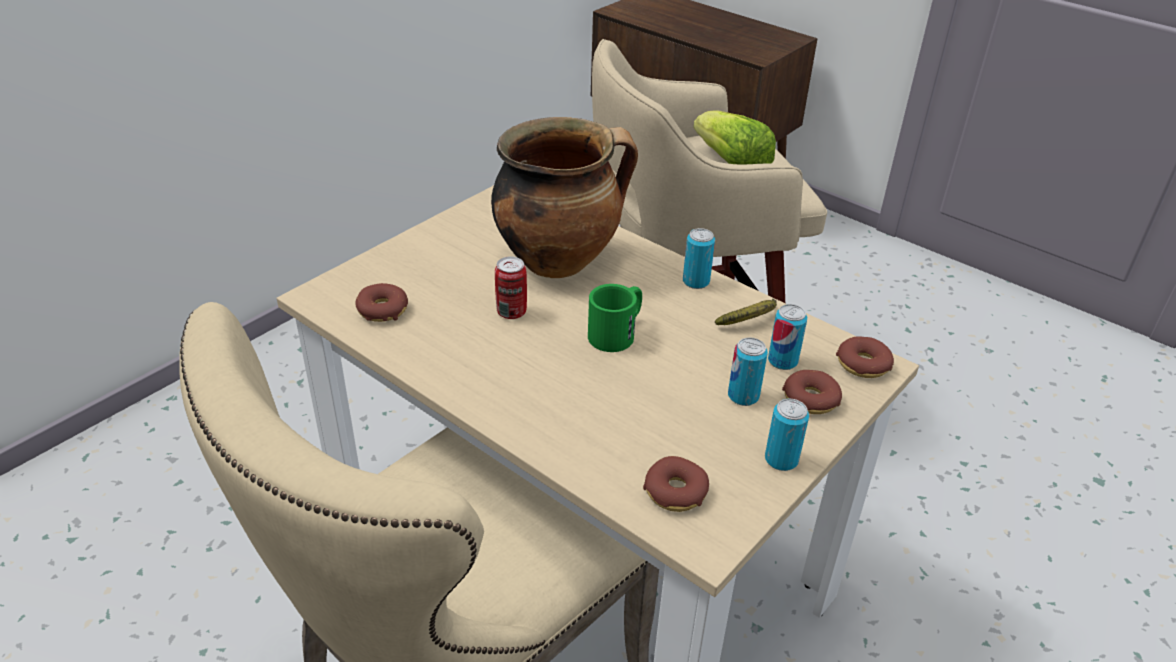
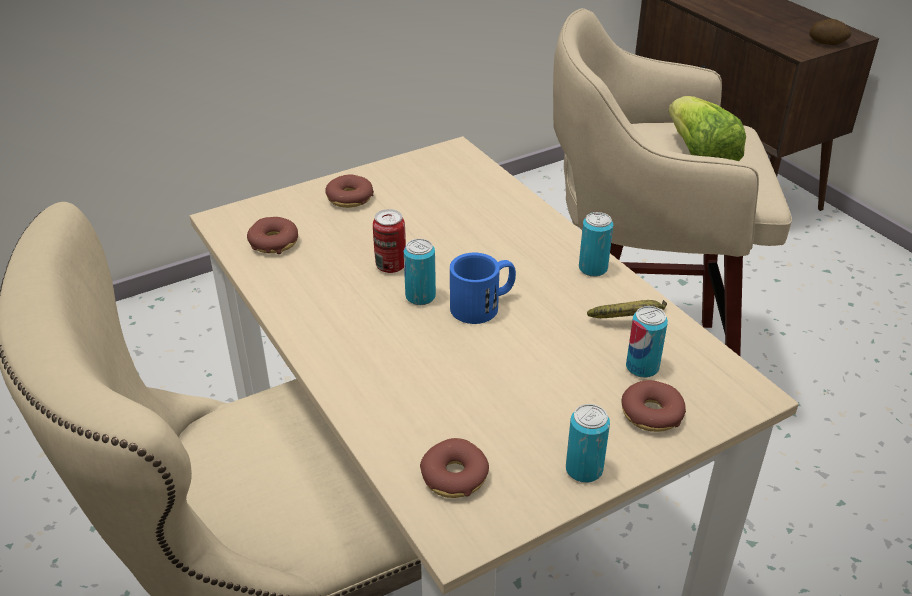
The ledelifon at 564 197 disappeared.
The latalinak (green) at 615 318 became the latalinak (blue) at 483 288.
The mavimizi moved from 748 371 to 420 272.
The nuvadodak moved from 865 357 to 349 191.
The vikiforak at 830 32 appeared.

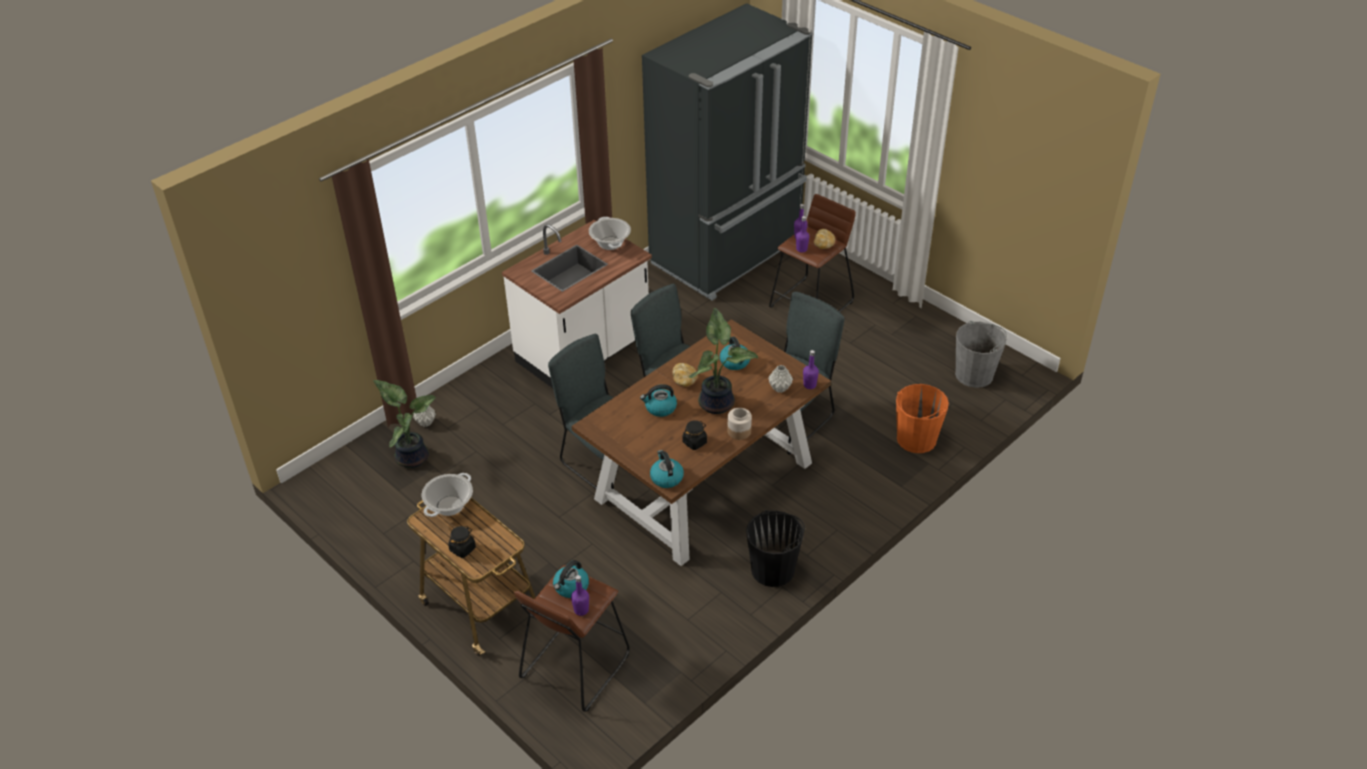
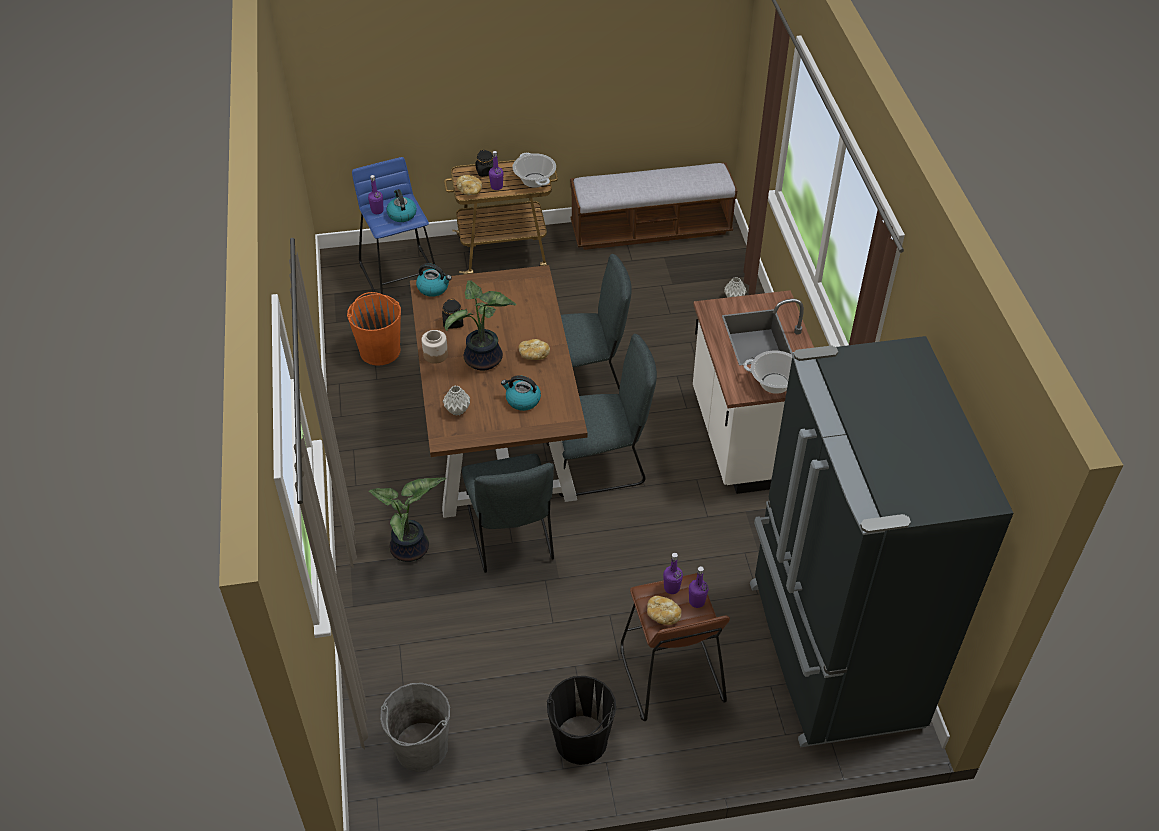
The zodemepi moved from 404 424 to 407 519.
The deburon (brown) at 572 638 became the deburon (blue) at 393 225.
The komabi at 658 400 disappeared.
The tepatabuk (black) moved from 775 548 to 581 720.
The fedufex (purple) moved from 811 369 to 496 170.
The tepatabuk (orange) moved from 922 418 to 374 329.
The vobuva at 469 185 appeared.
The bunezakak at 653 206 appeared.

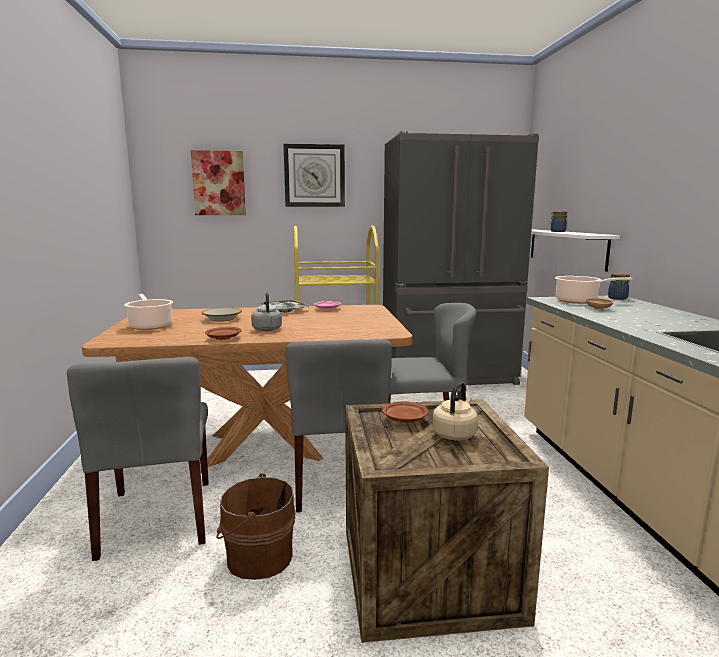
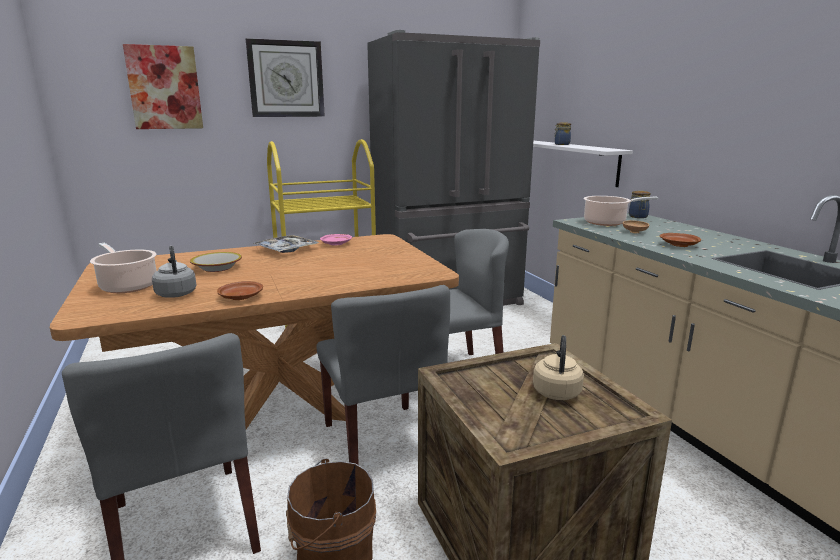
The komabi (grey) moved from 266 311 to 174 272.
The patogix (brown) moved from 405 412 to 680 240.

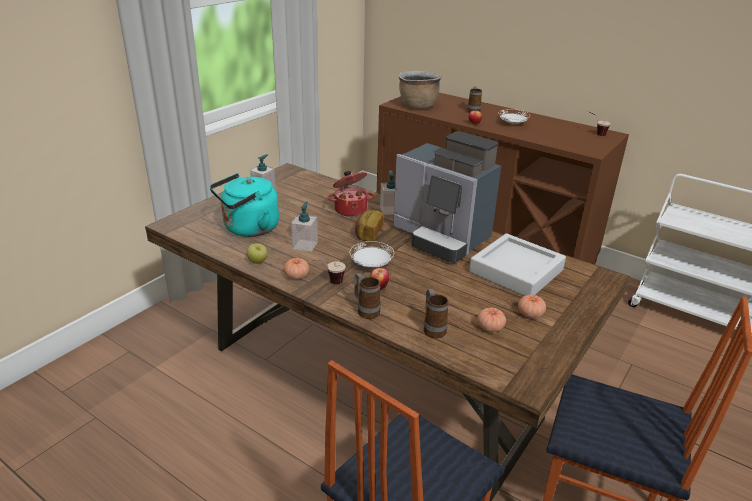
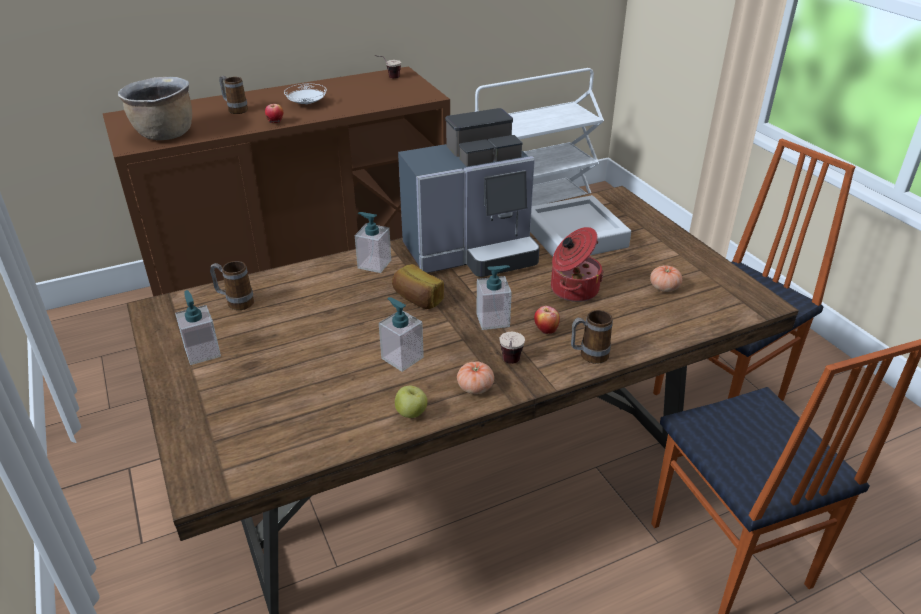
The komabi (turquoise) at 244 205 disappeared.
The ledelifon moved from 351 194 to 577 264.
The patogix (white) at 372 254 was replaced by the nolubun at 494 297.
The latalinak moved from 436 313 to 232 285.
The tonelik at 532 306 disappeared.

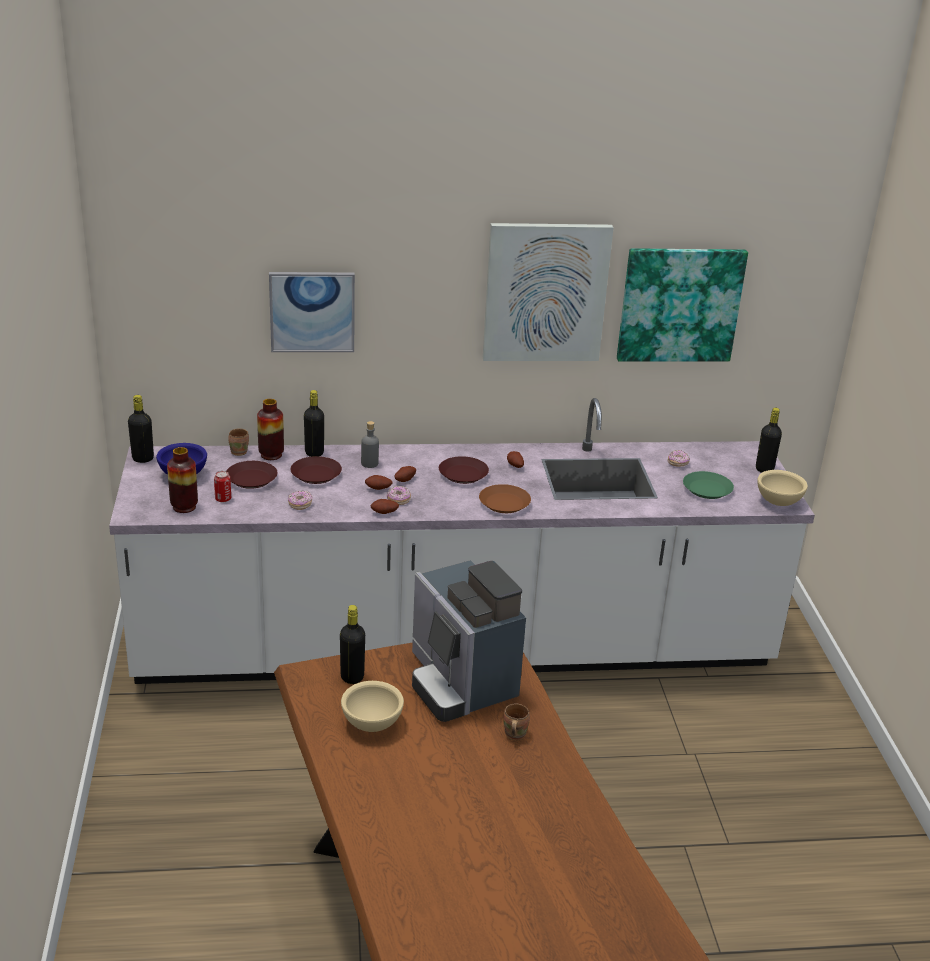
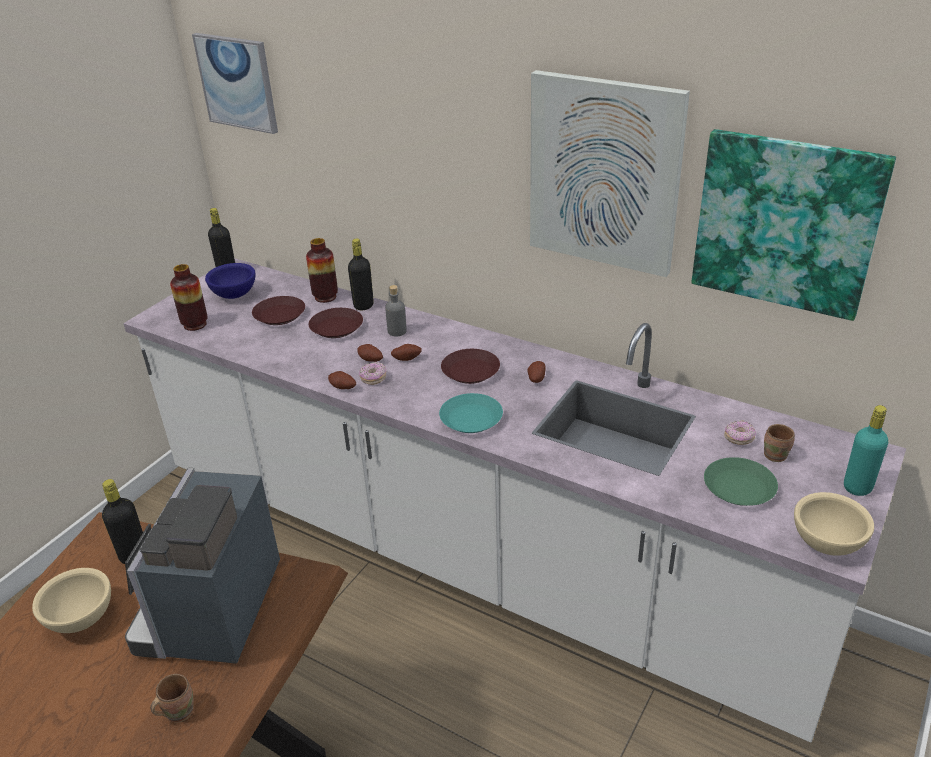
The mavimizi at 222 486 disappeared.
The latalinak (brown) moved from 238 442 to 779 443.
The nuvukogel moved from 312 312 to 235 83.
The nuvadodak at 300 500 disappeared.
The patogix (brown) at 505 498 became the patogix (turquoise) at 471 413.
The fedufex (black) at 769 440 became the fedufex (turquoise) at 866 450.

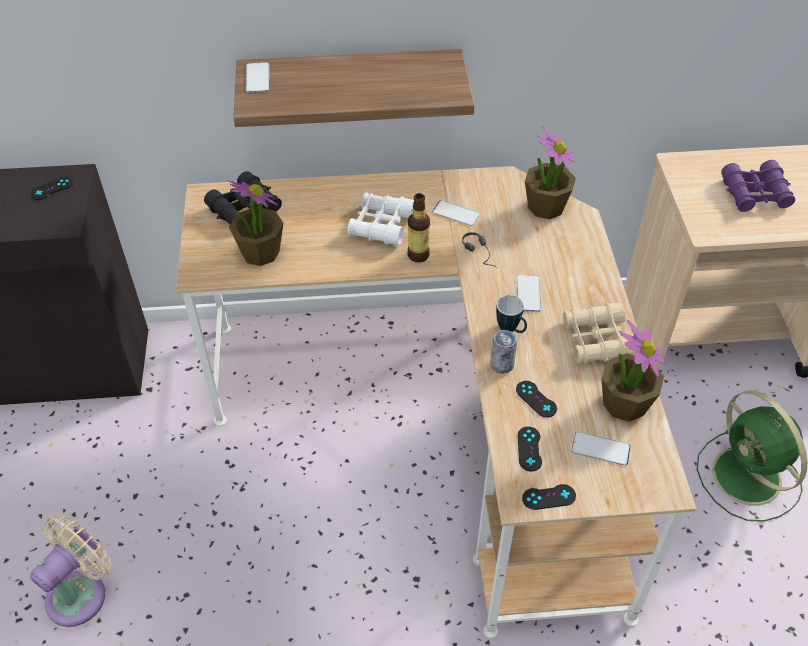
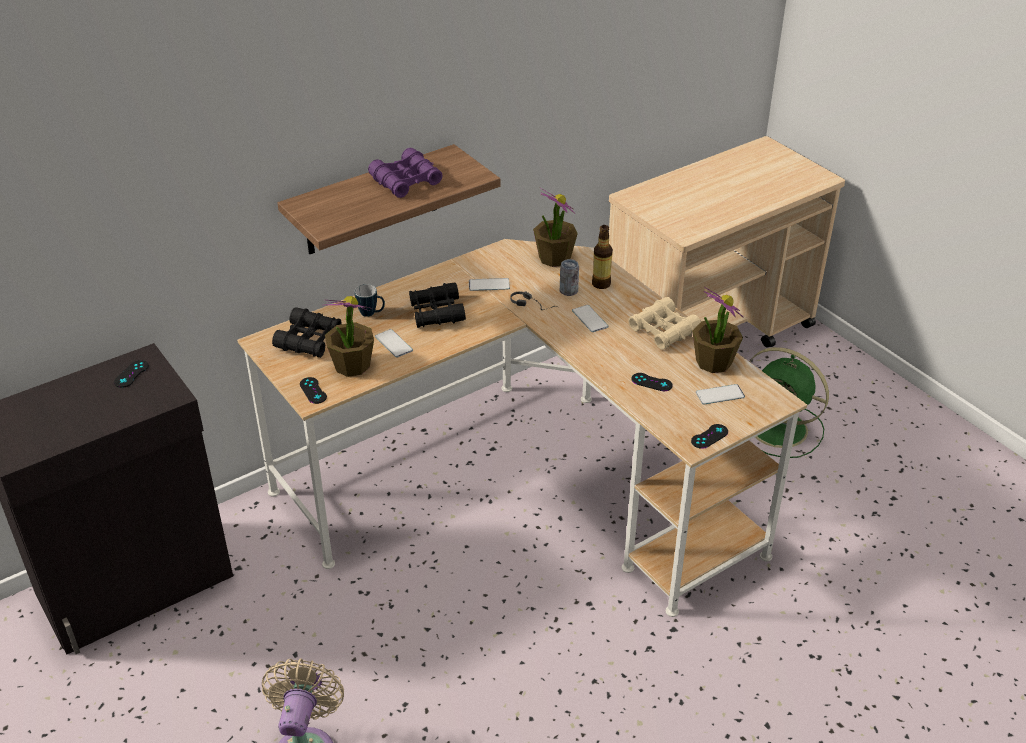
The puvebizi moved from 257 77 to 394 343.
The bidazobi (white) at 380 219 became the bidazobi (black) at 437 305.
The fedufex moved from 418 227 to 602 257.
The mavimizi moved from 503 352 to 569 277.
The latalinak moved from 511 314 to 370 300.
The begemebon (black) moved from 530 449 to 313 390.
The bidazobi (purple) moved from 758 186 to 405 173.

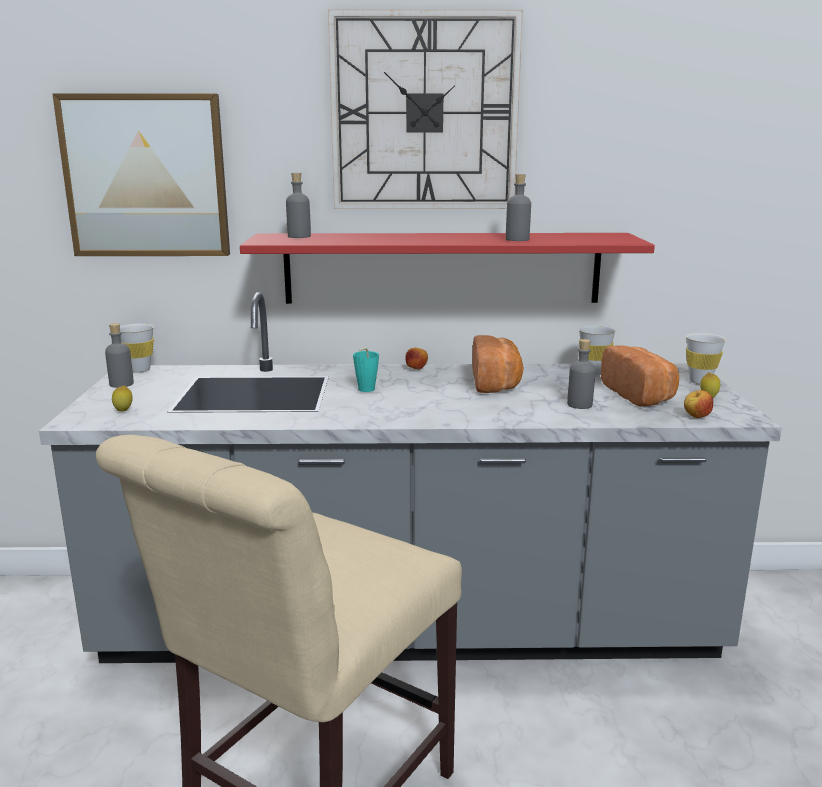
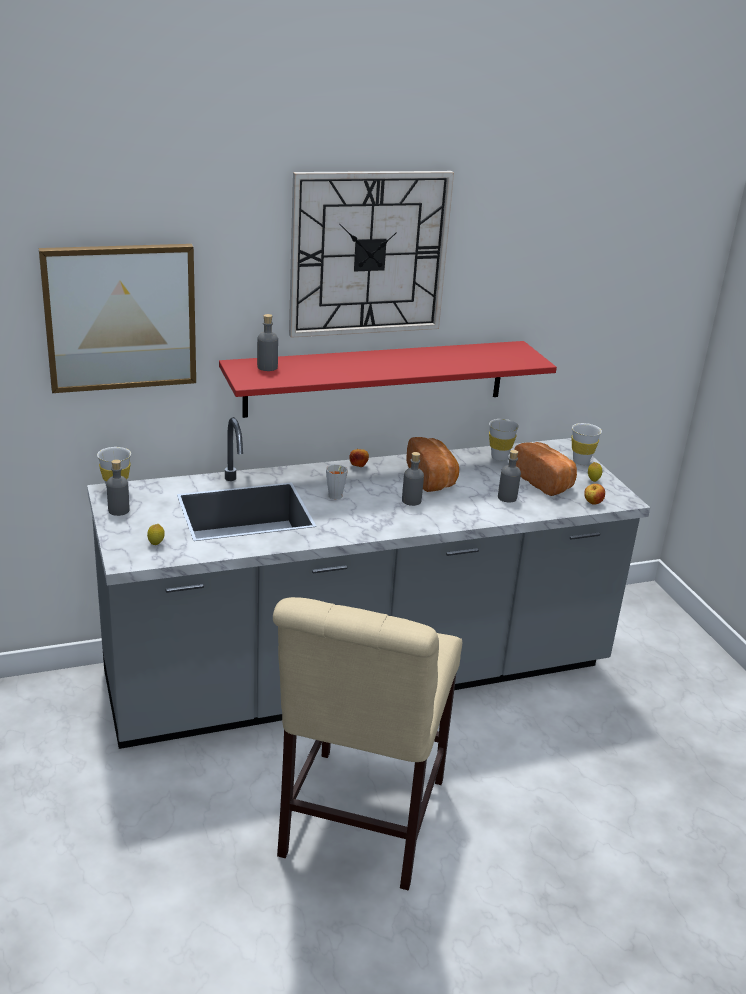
The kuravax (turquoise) at 366 370 became the kuravax (grey) at 337 481.
The fedufex (grey) moved from 518 207 to 413 479.

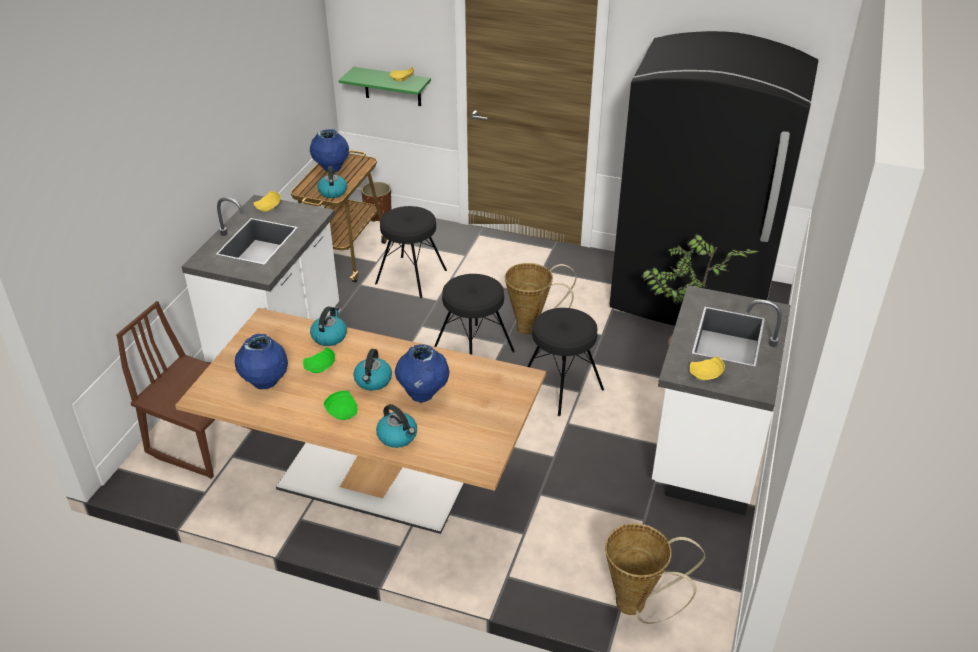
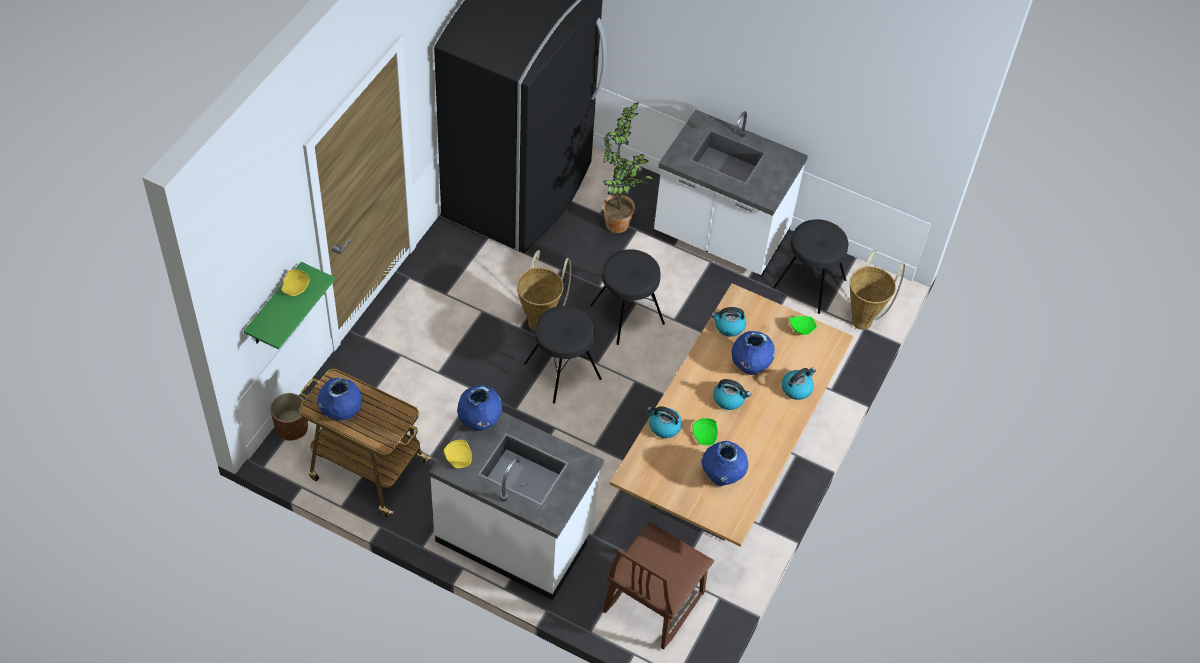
The komabi moved from 332 182 to 728 322.
The patogix (green) moved from 341 405 to 803 325.
The deburon (black) moved from 411 252 to 810 266.
The patogix (yellow) at 707 368 disappeared.
The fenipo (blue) at 480 408 appeared.

